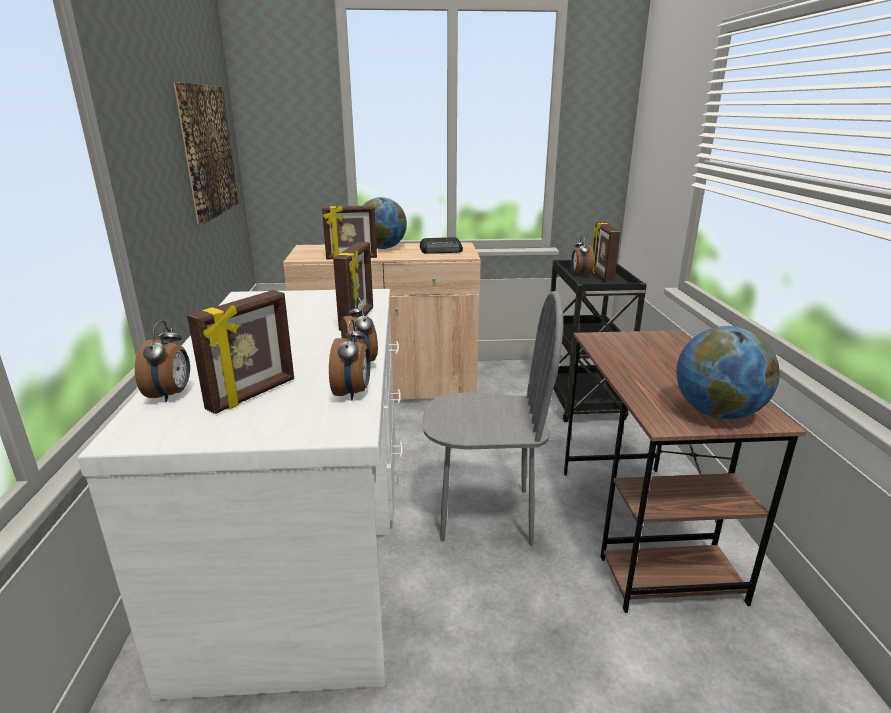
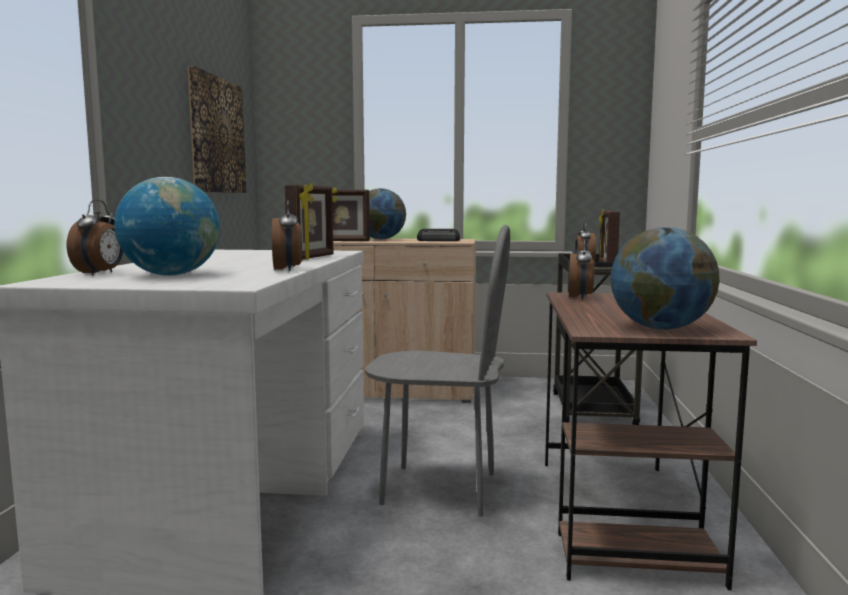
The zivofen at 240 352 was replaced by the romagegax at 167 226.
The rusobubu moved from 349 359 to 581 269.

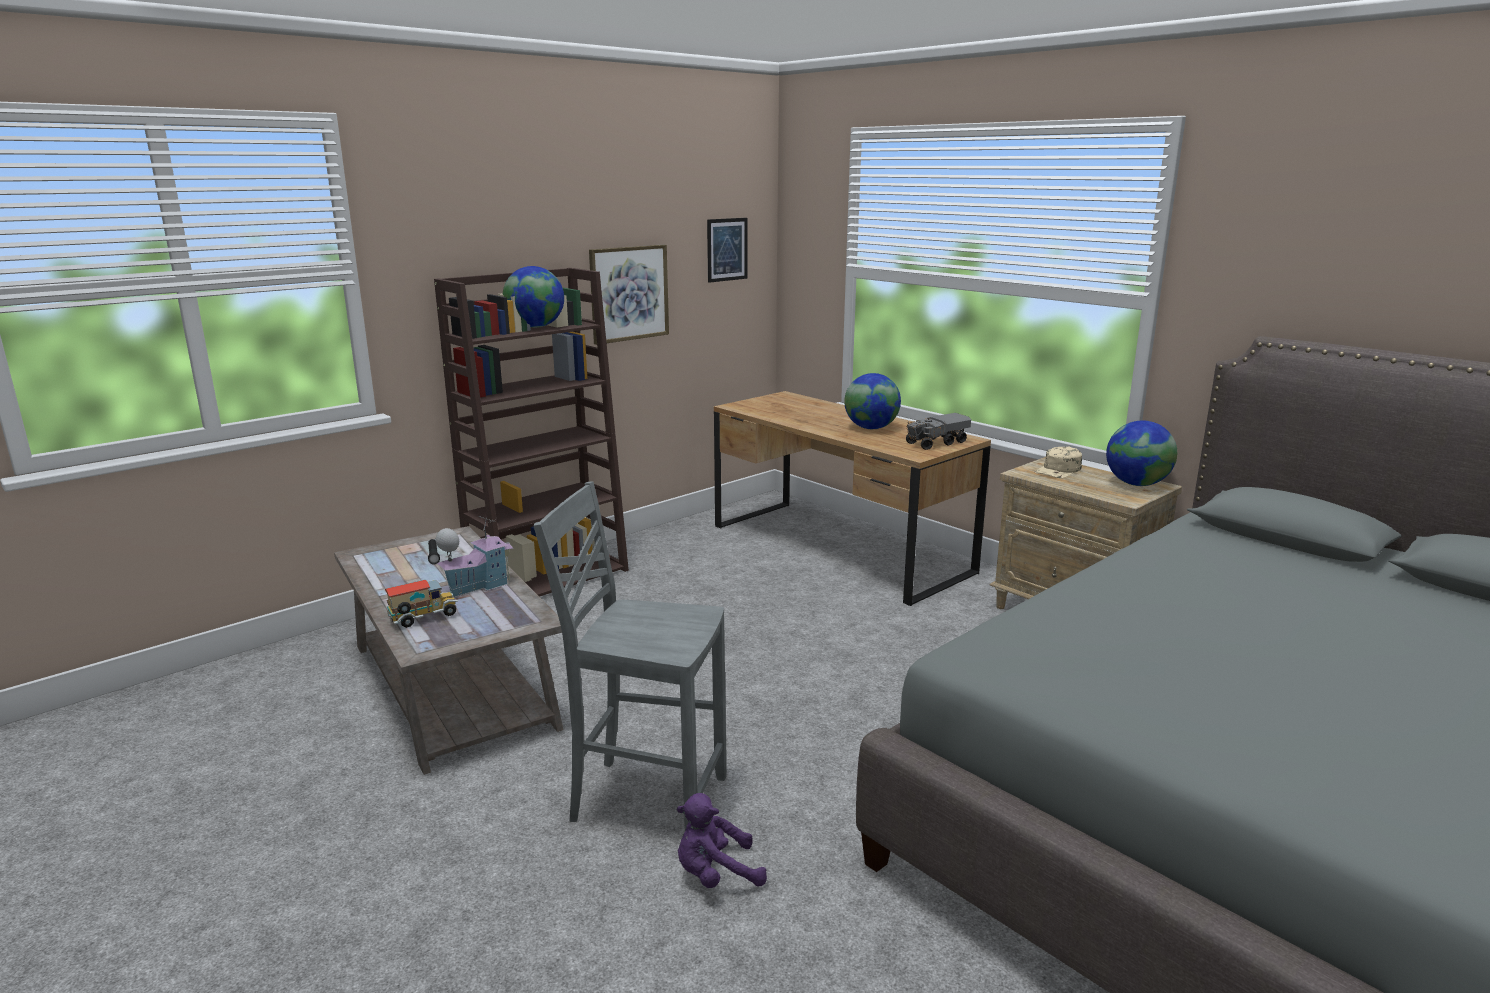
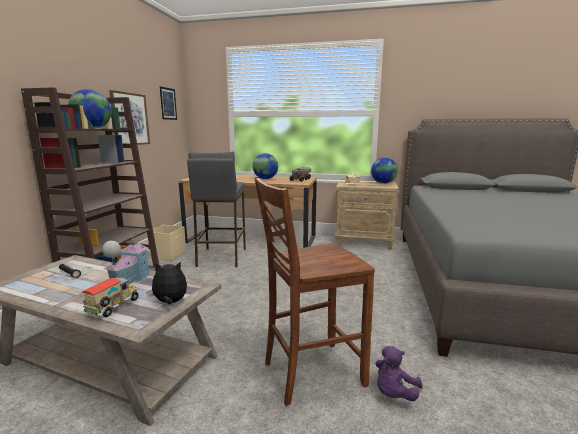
The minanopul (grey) at 630 655 became the minanopul (brown) at 314 291.
The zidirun at 166 283 appeared.
The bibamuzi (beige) at 166 243 appeared.
The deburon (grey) at 216 209 appeared.

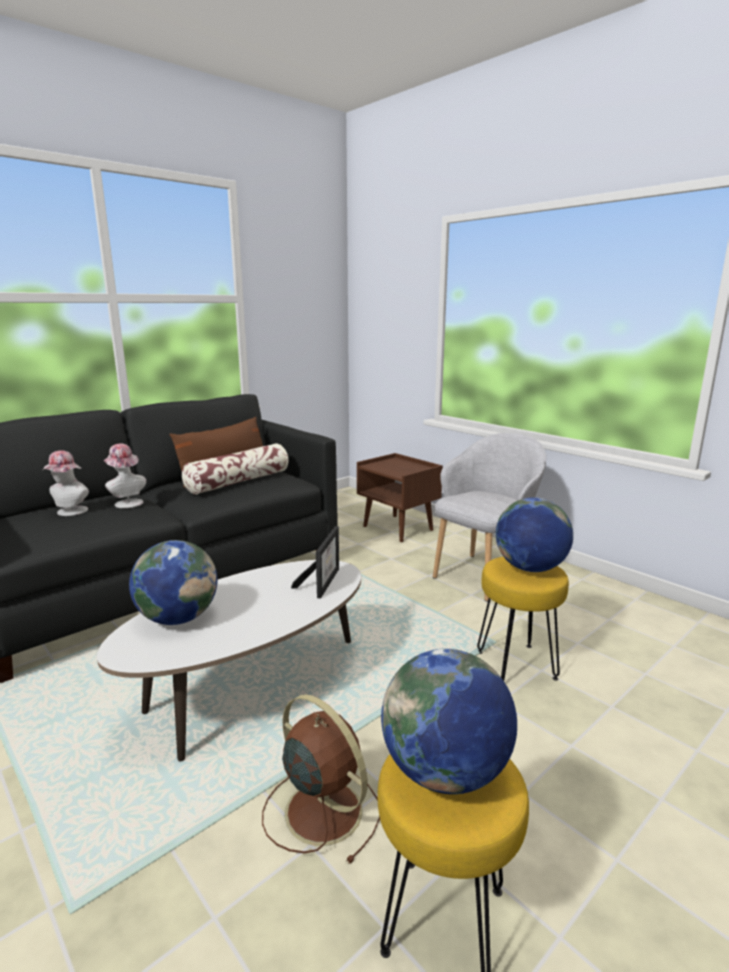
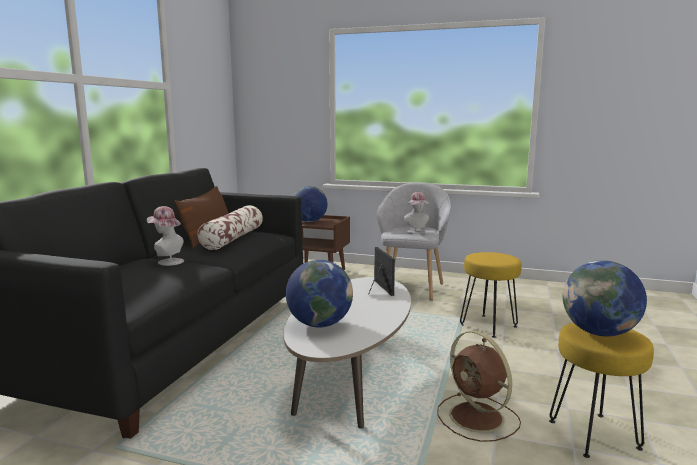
The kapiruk moved from 65 483 to 416 213.
The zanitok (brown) at 321 779 turned 135 degrees counterclockwise.
The romagegax moved from 534 534 to 310 204.

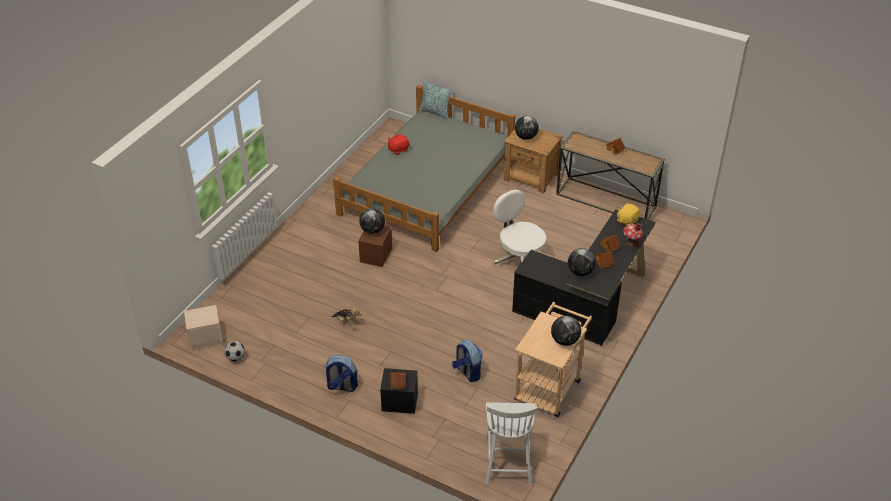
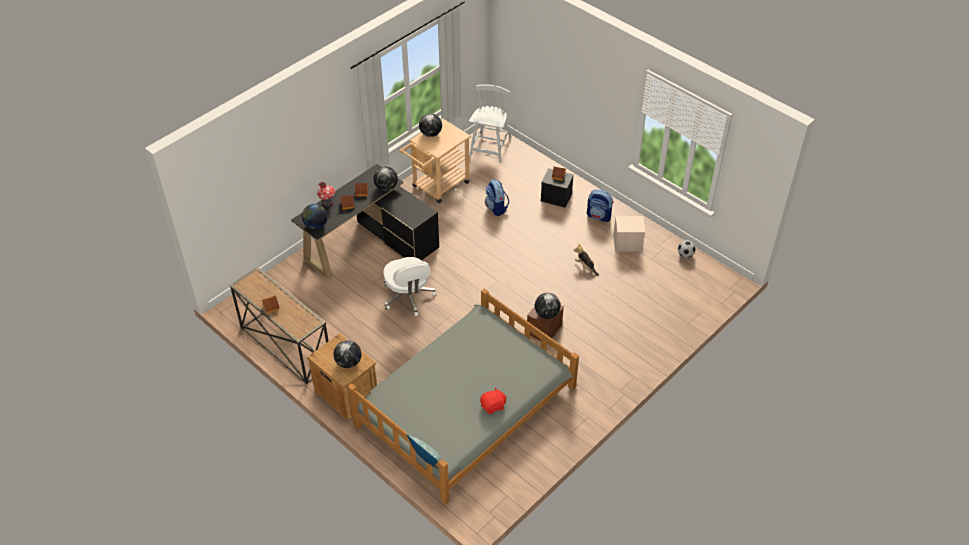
The bibamuzi (beige) moved from 203 328 to 629 233.
The zidirun (yellow) at 628 215 was replaced by the romagegax at 314 216.

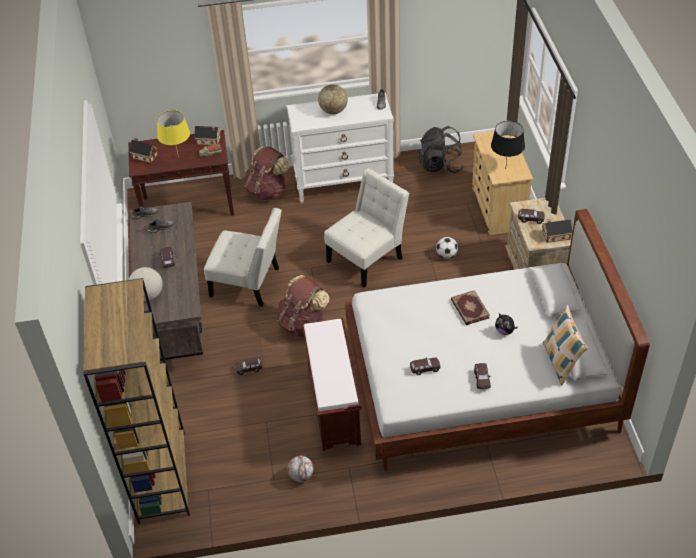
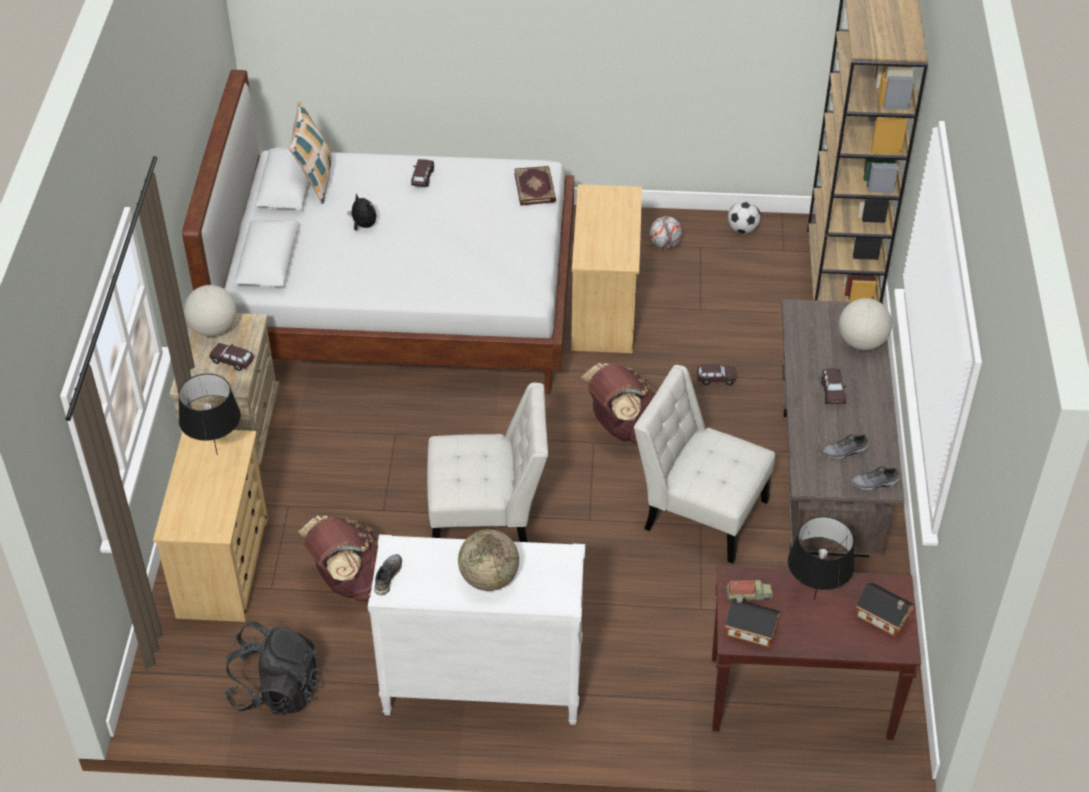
The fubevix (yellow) at 173 134 became the fubevix (black) at 821 558.
The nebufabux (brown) moved from 267 173 to 338 558.
The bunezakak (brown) at 332 384 was replaced by the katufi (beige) at 606 268.
The minanopul (white) at 366 227 turned 150 degrees counterclockwise.
The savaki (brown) at 425 366 disappeared.
The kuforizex moved from 447 248 to 744 217.
The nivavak moved from 470 307 to 535 186.
The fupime at 557 231 was replaced by the romagegax at 210 310.

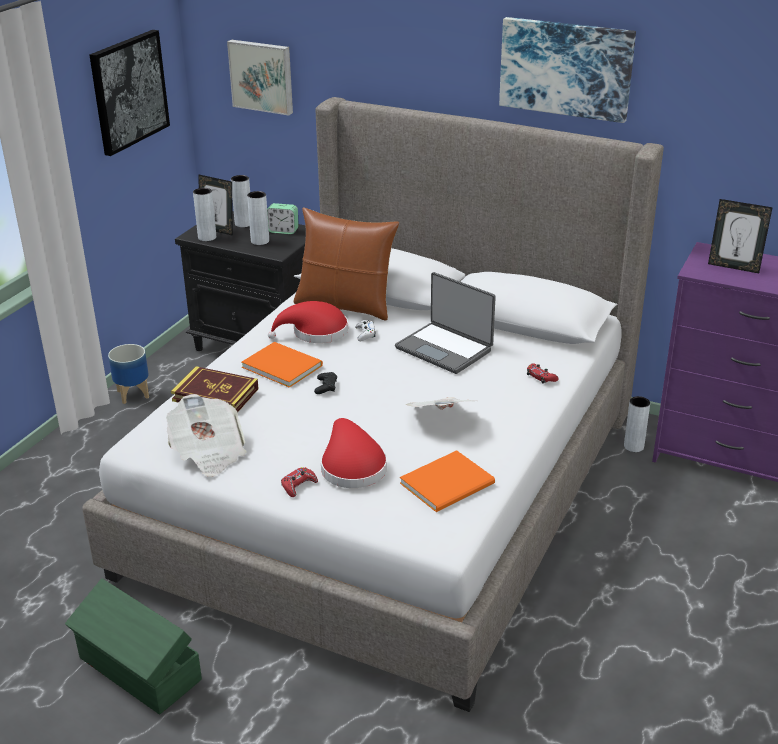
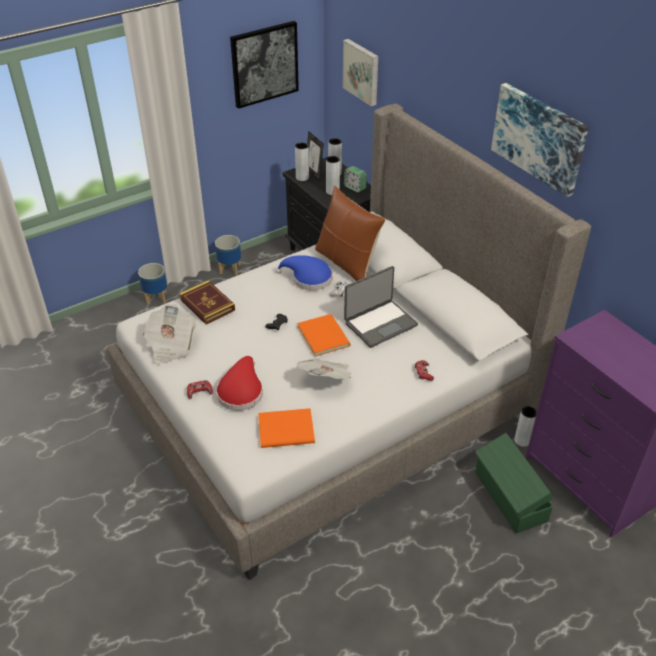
The bibamuzi (green) moved from 133 646 to 514 483.
The nivavak (orange) moved from 282 365 to 323 335.
The kapiruk (red) at 308 322 became the kapiruk (blue) at 304 272.
The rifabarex at 445 323 turned 105 degrees counterclockwise.
The zivofen at 740 236 disappeared.
The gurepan at 152 284 appeared.

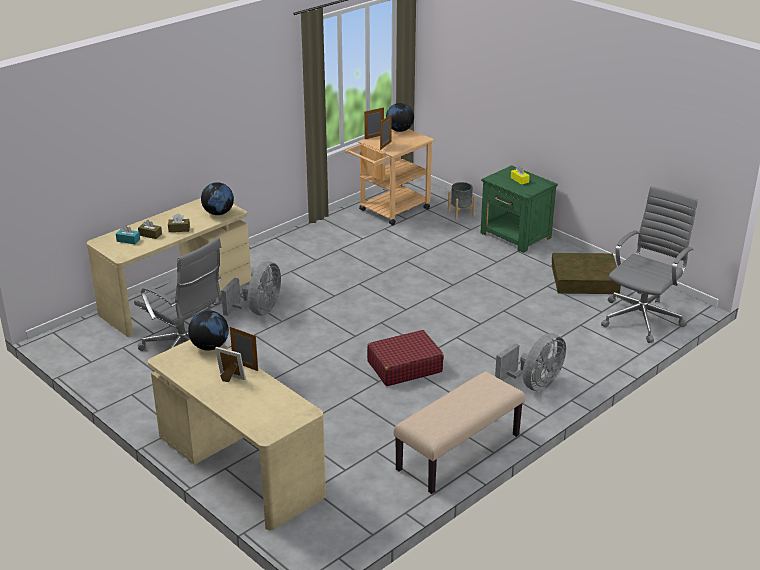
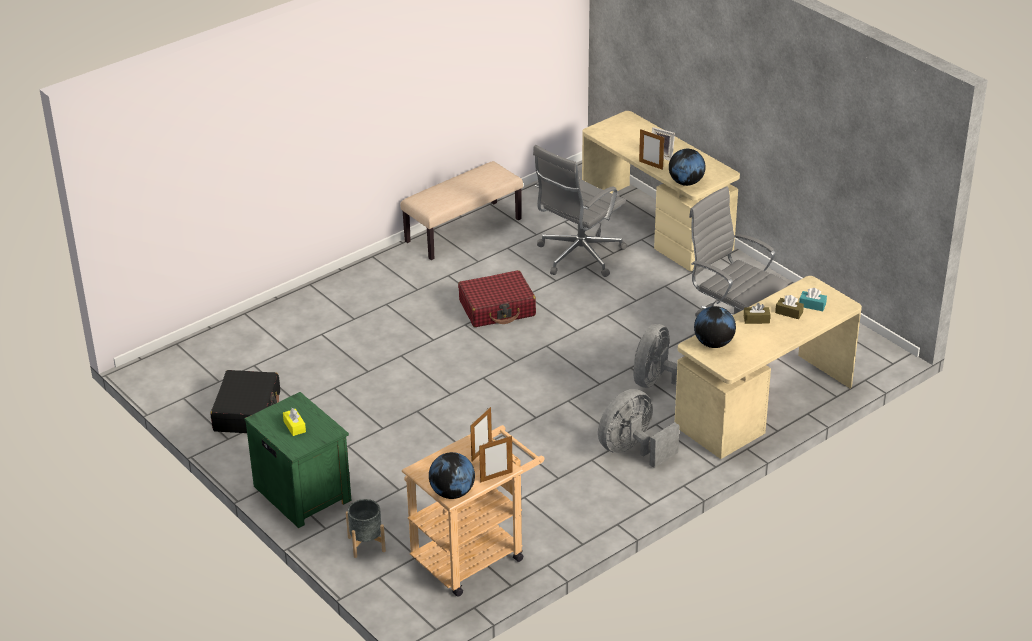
The zanitok (grey) moved from 530 362 to 639 428.
The bibamuzi (brown) at 586 273 was replaced by the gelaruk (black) at 245 401.
The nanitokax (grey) moved from 649 264 to 580 211.

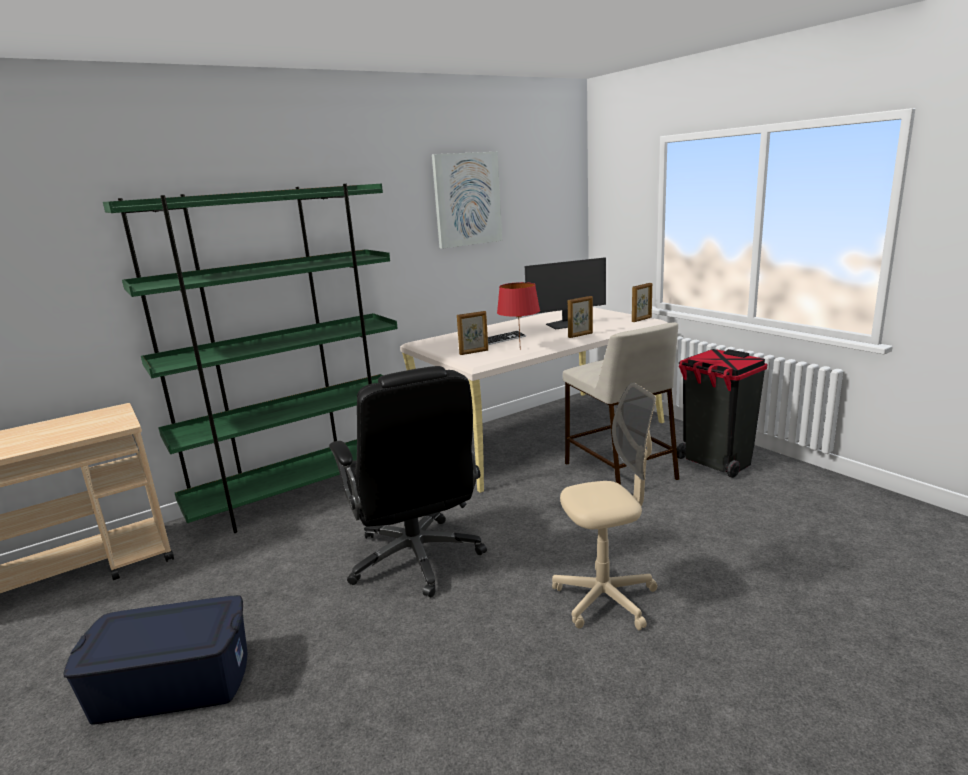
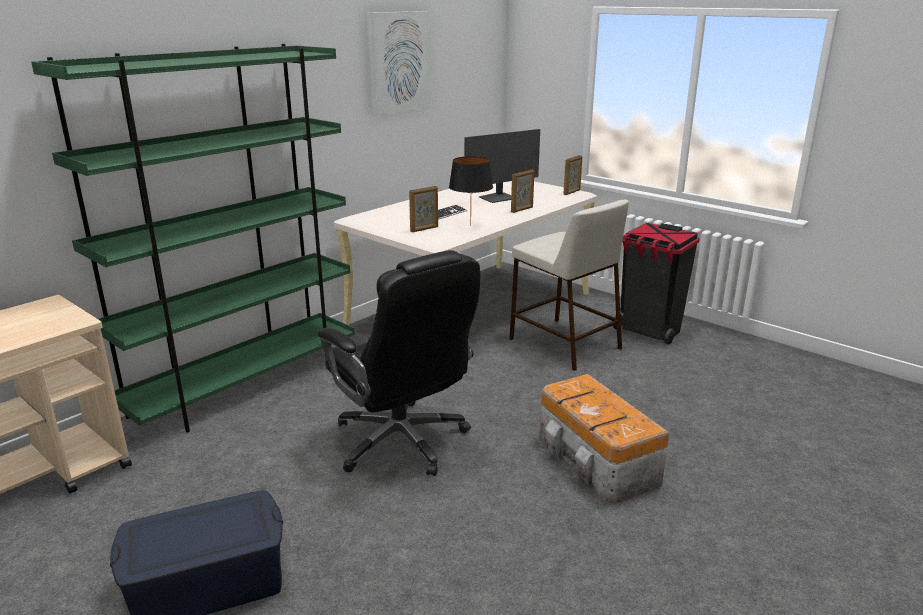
The fubevix (red) at 518 316 became the fubevix (black) at 471 191.
The nanitokax (beige) at 604 506 was replaced by the bibamuzi at 604 439.

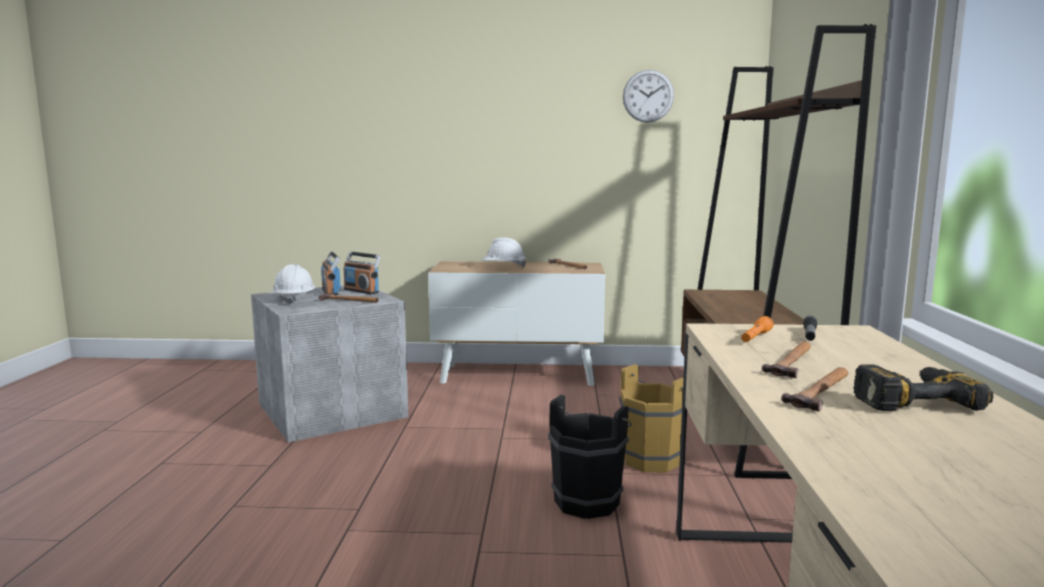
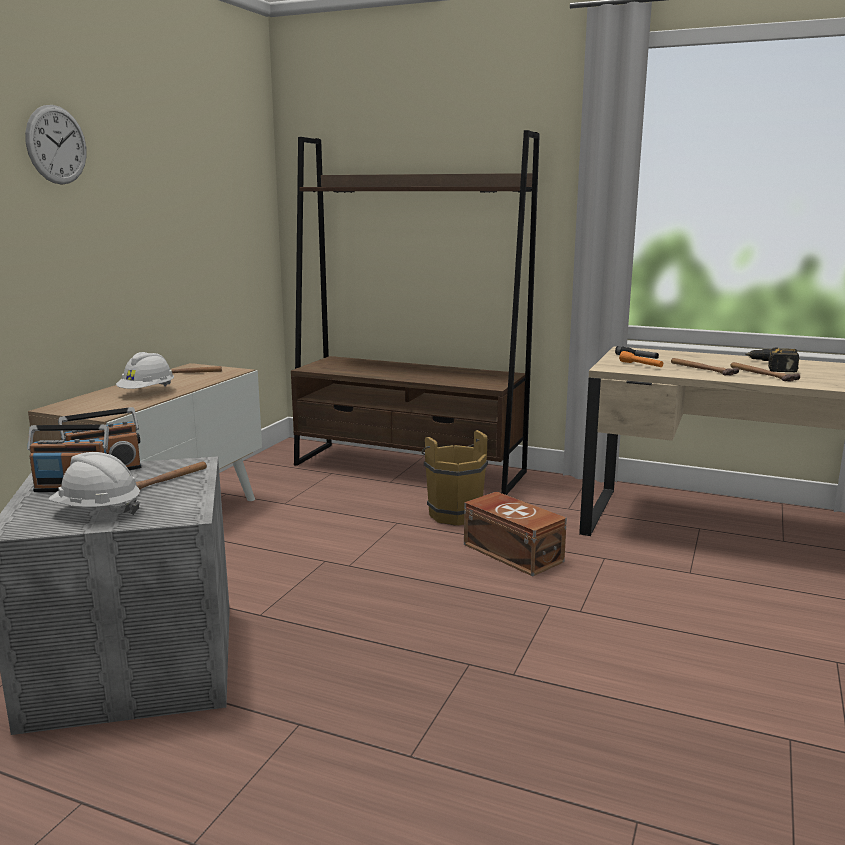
The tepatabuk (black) at 590 456 was replaced by the bibamuzi (brown) at 515 533.
The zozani moved from 648 96 to 56 145.

